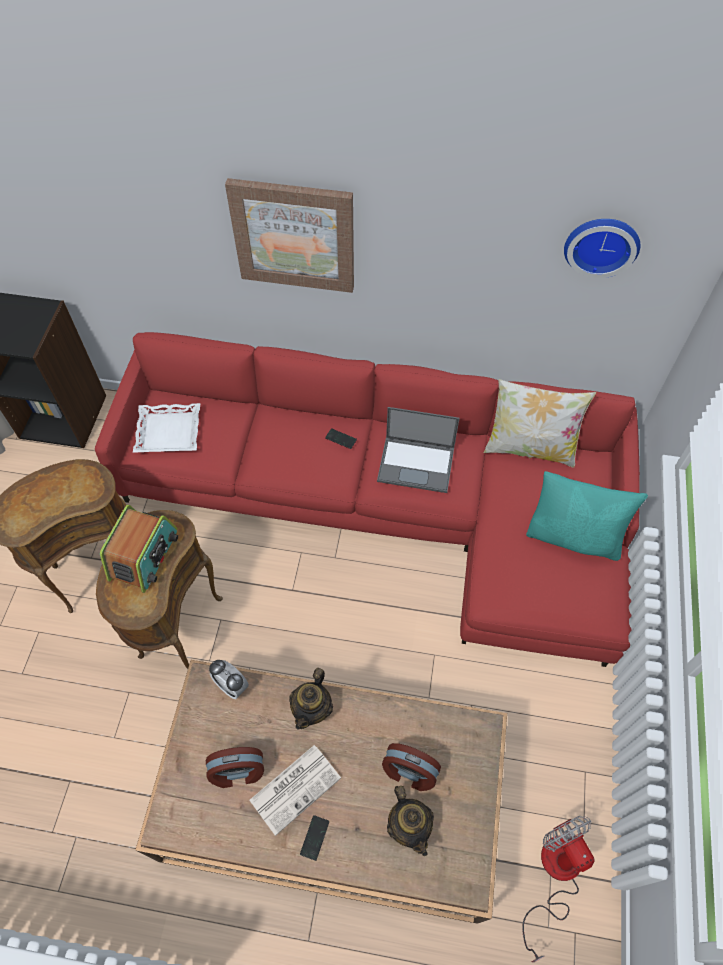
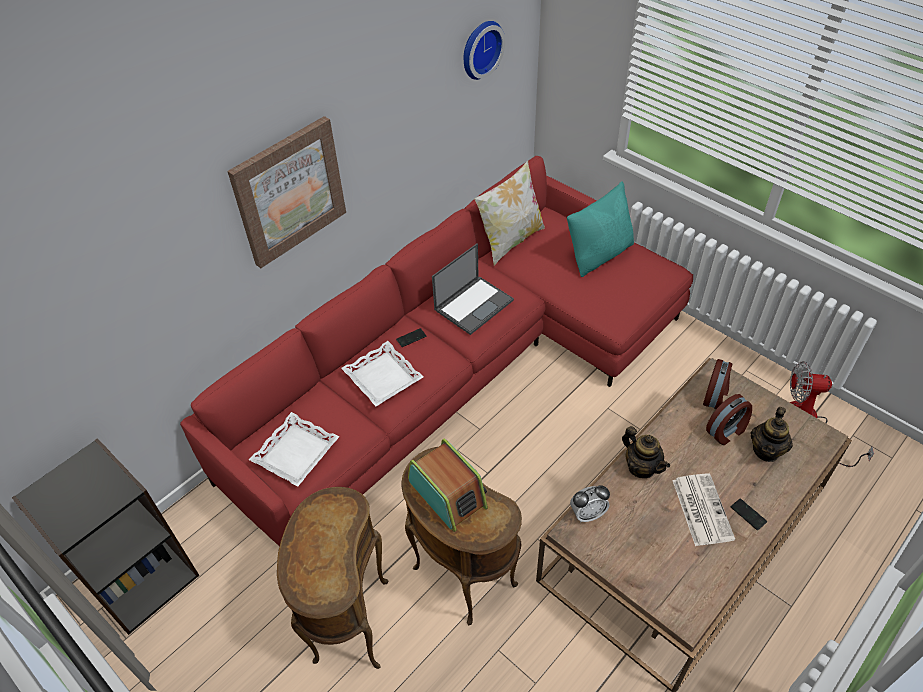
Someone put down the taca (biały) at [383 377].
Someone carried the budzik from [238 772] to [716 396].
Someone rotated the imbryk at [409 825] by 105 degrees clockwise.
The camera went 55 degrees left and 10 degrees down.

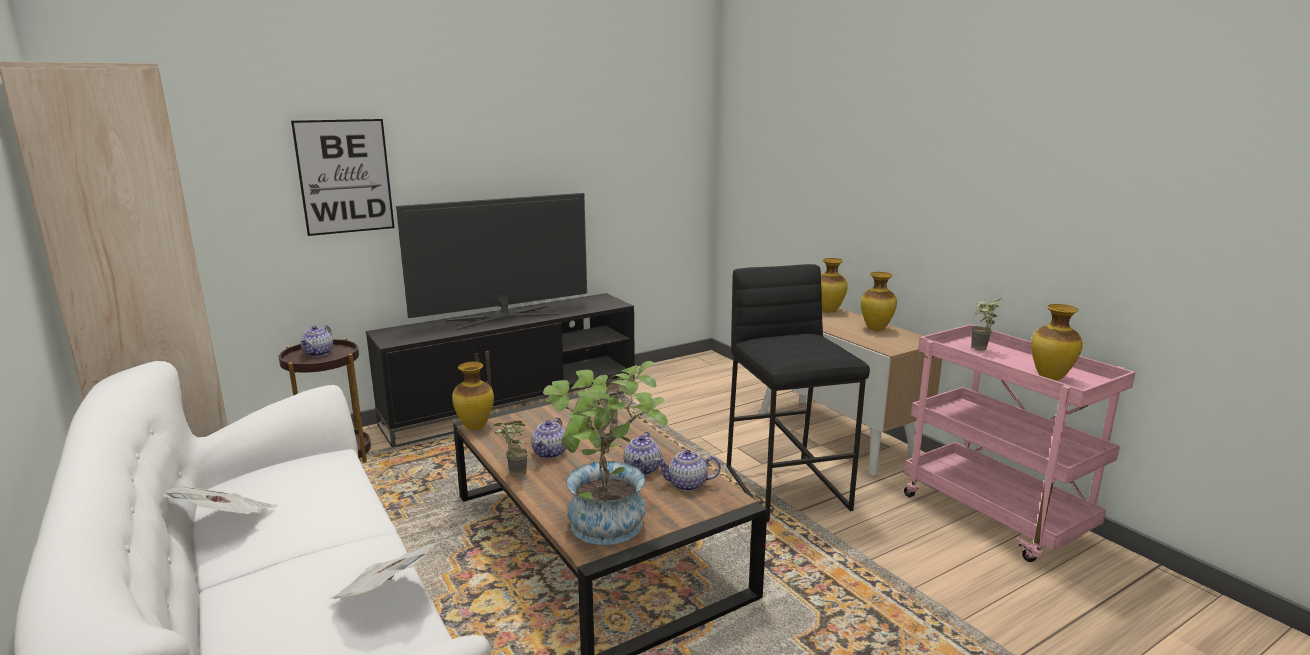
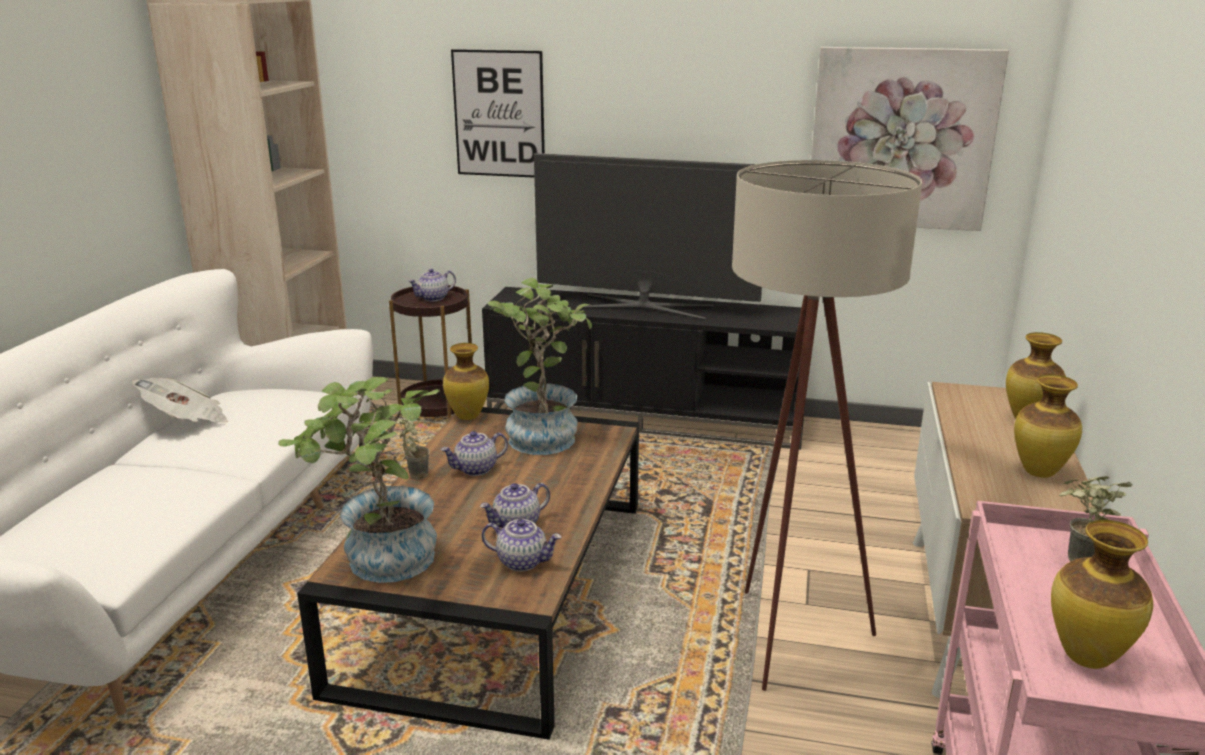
Someone took away the gazeta at [387 594].
Someone put down the roślina doniczkowa at [543 434].
Someone put up the obraz at [901 139].
Someone swapped the stołek (czarny) at [788 488] for the lampa stojąca (beżowy) at [786 647].
Someone rotated the imbryk at [687 485] by 150 degrees clockwise.
The camera went 45 degrees right and 5 degrees up.

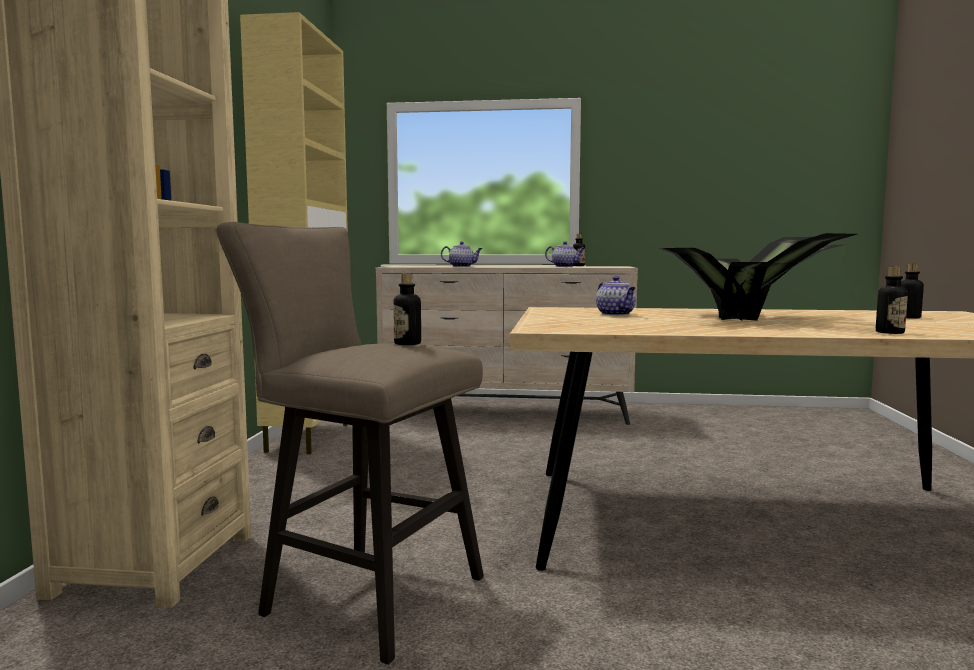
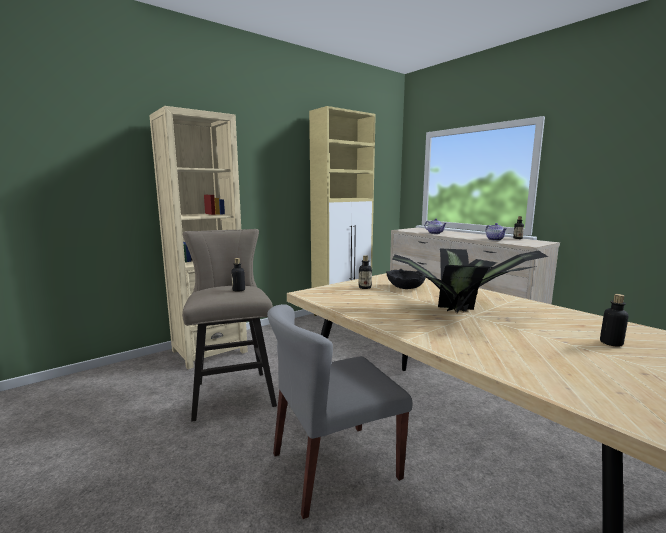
Someone put down the krzesło (szary) at [334 466].
Someone carried the butelka from [889 332] to [365 287].
Someone swapped the imbryk at [616 314] for the miska (czarny) at [405 287].
The camera went 45 degrees right and 5 degrees up.

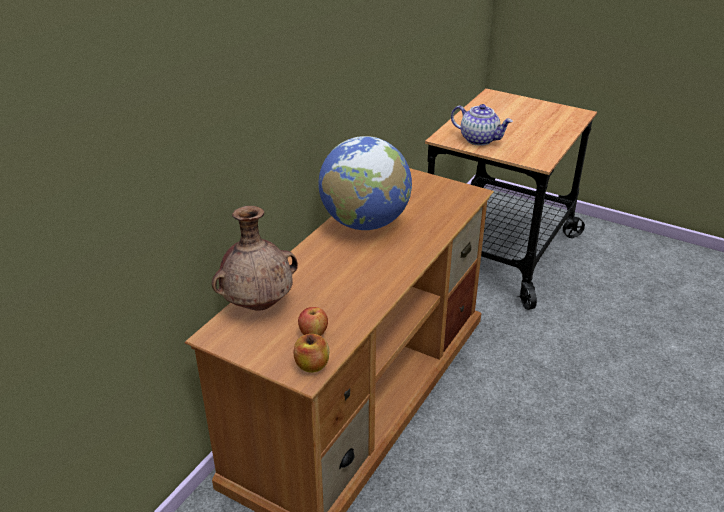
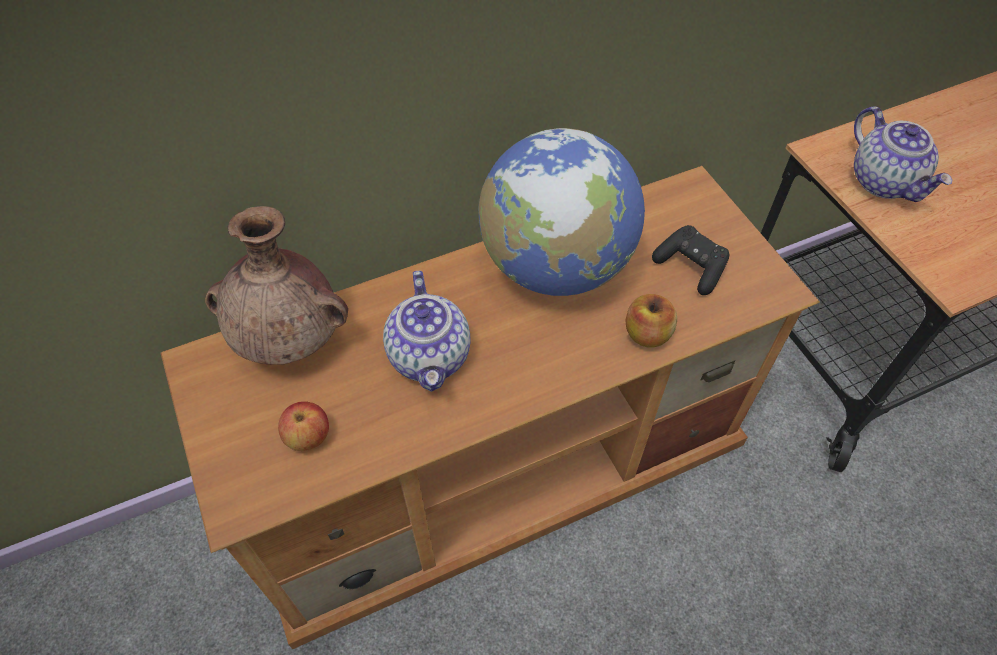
Someone put down the imbryk at [431 357].
Someone put down the pad do gier (czarny) at [690 267].
Someone carried the jabłko from [312 365] to [647 334].
The camera went 35 degrees right and 20 degrees up.

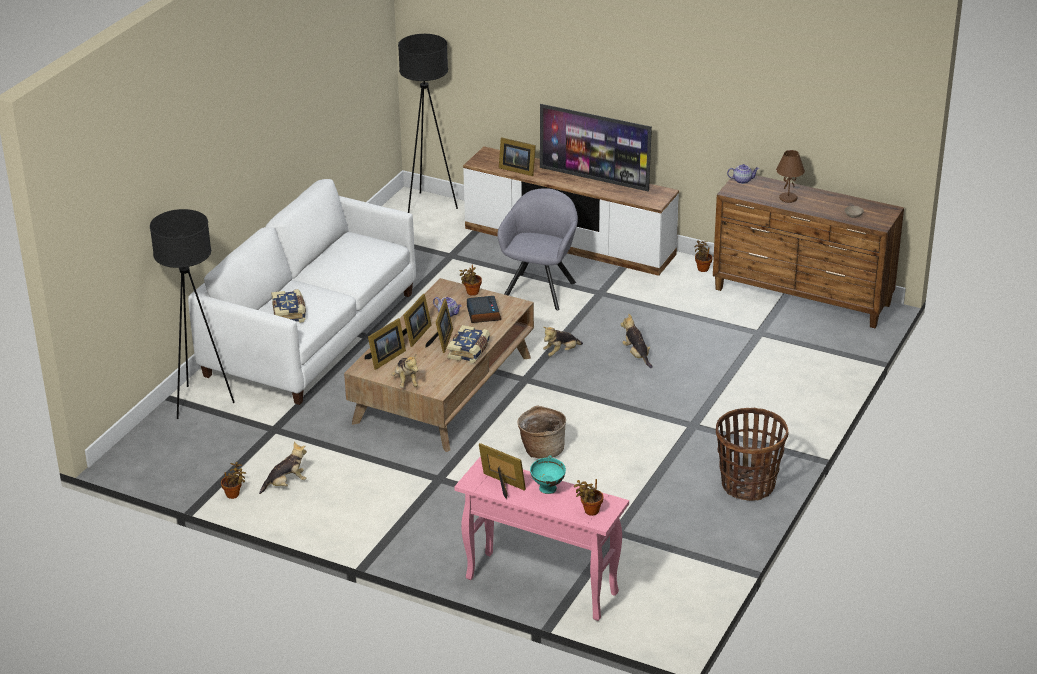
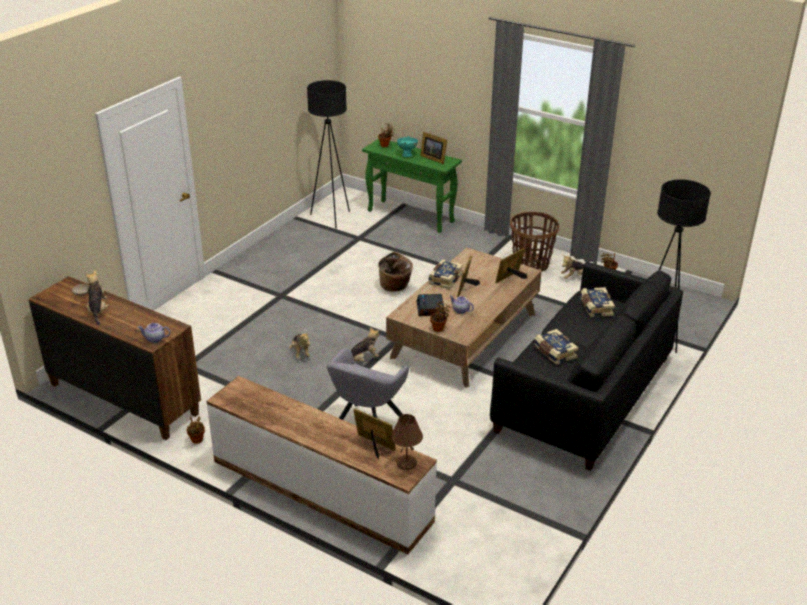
Someone took away the ramka na zdjęcie at [415 335].
Someone took away the telewizor at [595 178].
Someone put down the książka at [554 353].
Someone carried the pluszak from [406 381] to [98 311].
Someone carried the lampa stojąca (czarny) from [429 206] to [331 217].
Someone carried the koszyk from [747 485] to [531 264].
Someone carried the lampa stołowa (brązowy) from [788 198] to [406 463].
Someone repainted the kanapa (biały) at [310 334], which became the kanapa (czarny) at [584 394].
Someone repainted the stolik konsolowy (różowy) at [540 586], which became the stolik konsolowy (zielony) at [411 216].
The camera went 175 degrees left and 0 degrees up.

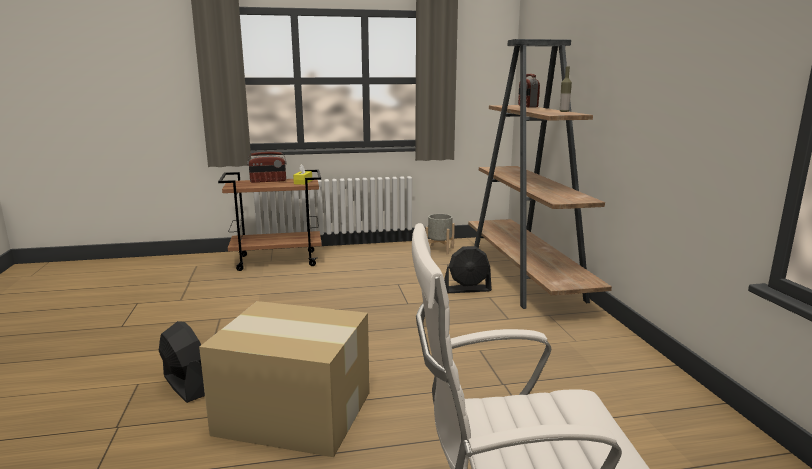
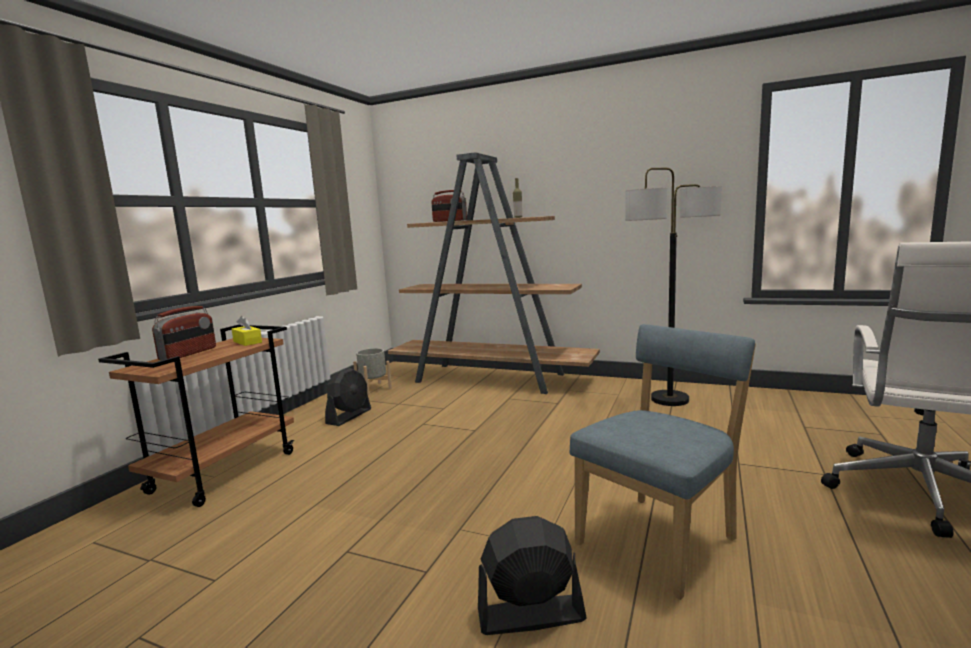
Someone put down the lampa stojąca at [670 399].
Someone carried the wentylator (czarny) from [467 289] to [349 416].
Someone swapped the karton at [296 414] for the krzesło (niebieski) at [661 539].
The camera went 55 degrees left and 5 degrees down.

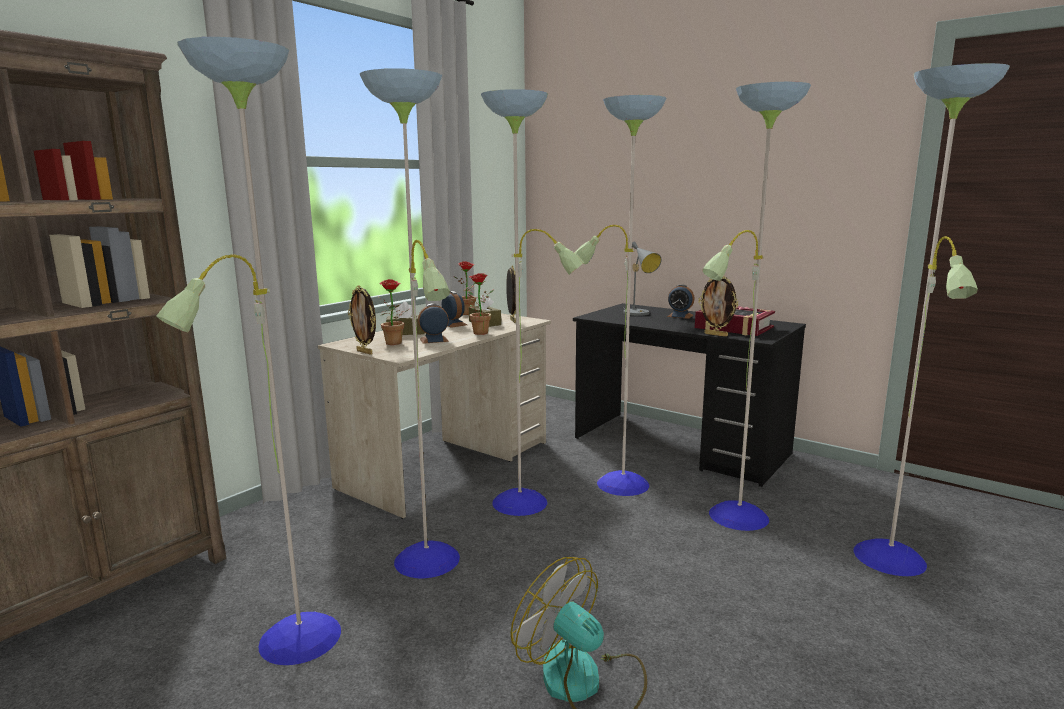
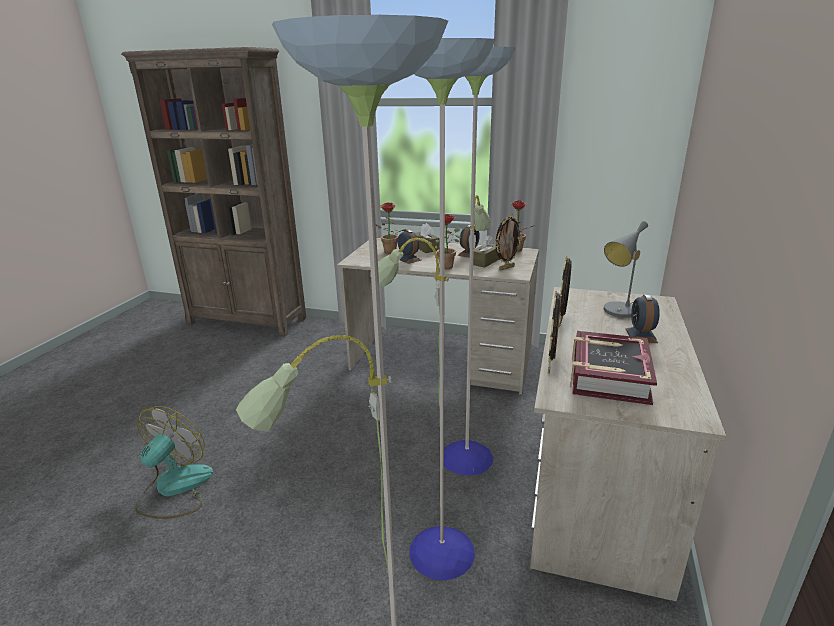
Someone took away the lampa stojąca at [430 561].
Someone carried the ramka na zdjęcie from [365 352] to [561 322].
Someone repainted the biurko (czarny) at [680 446], which became the biurko (beżowy) at [597 484].
The camera went 70 degrees right and 10 degrees up.

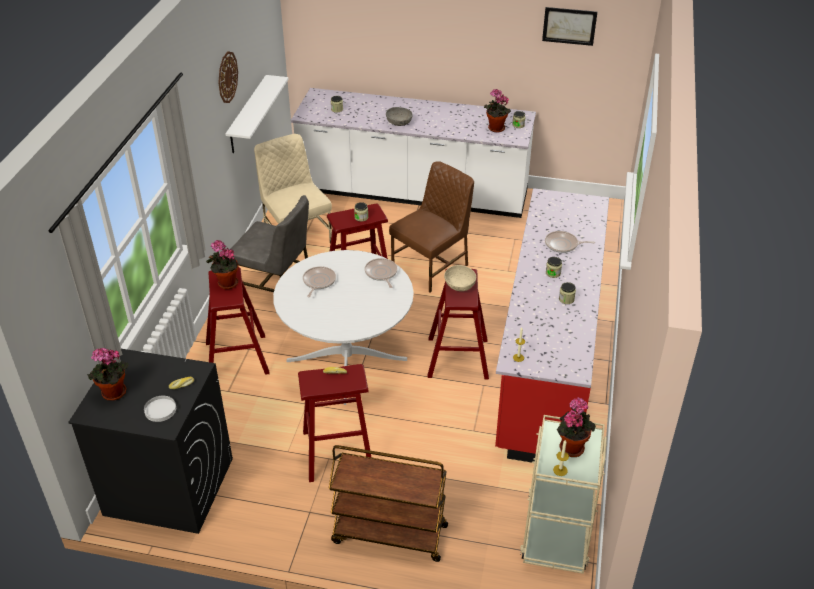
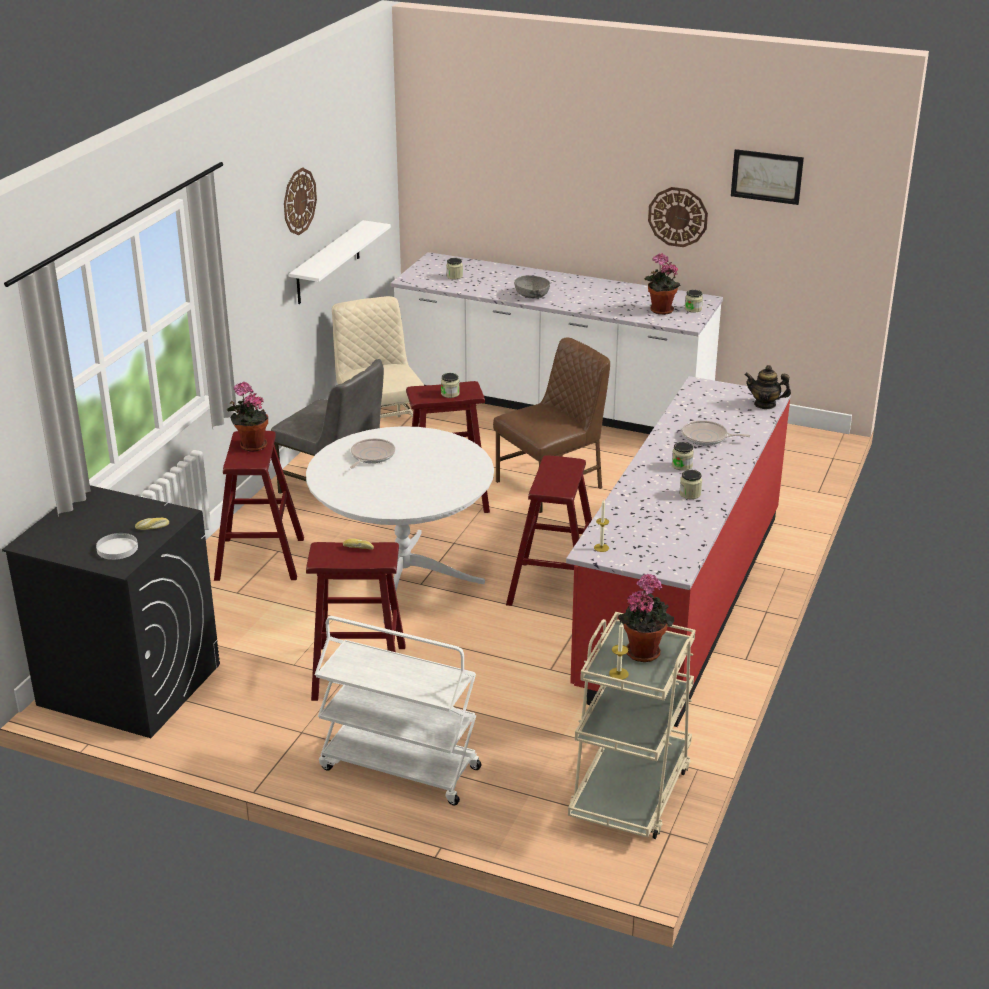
Someone took away the roślina doniczkowa at [113 394].
Someone took away the patelnia at [381 273].
Someone took away the miska (beżowy) at [459 285].
Someone put up the zegar ścienny at [678 216].
Someone put down the imbryk at [765 404].
Someone repainted the wózek (brązowy) at [388 534], which became the wózek (biały) at [398 768].
The camera went 10 degrees right and 10 degrees down.

